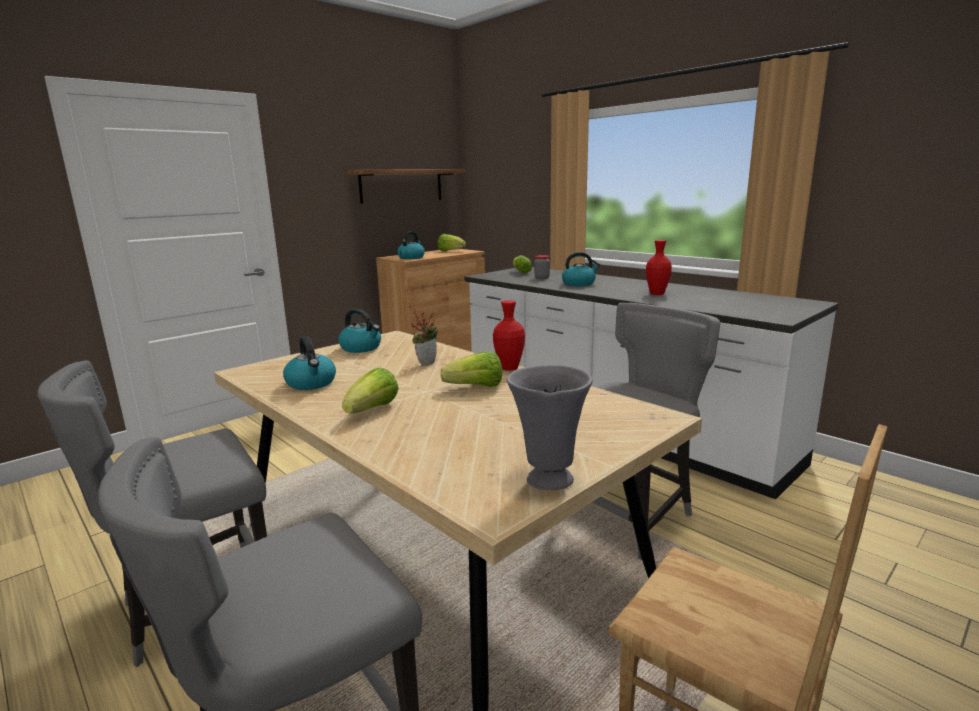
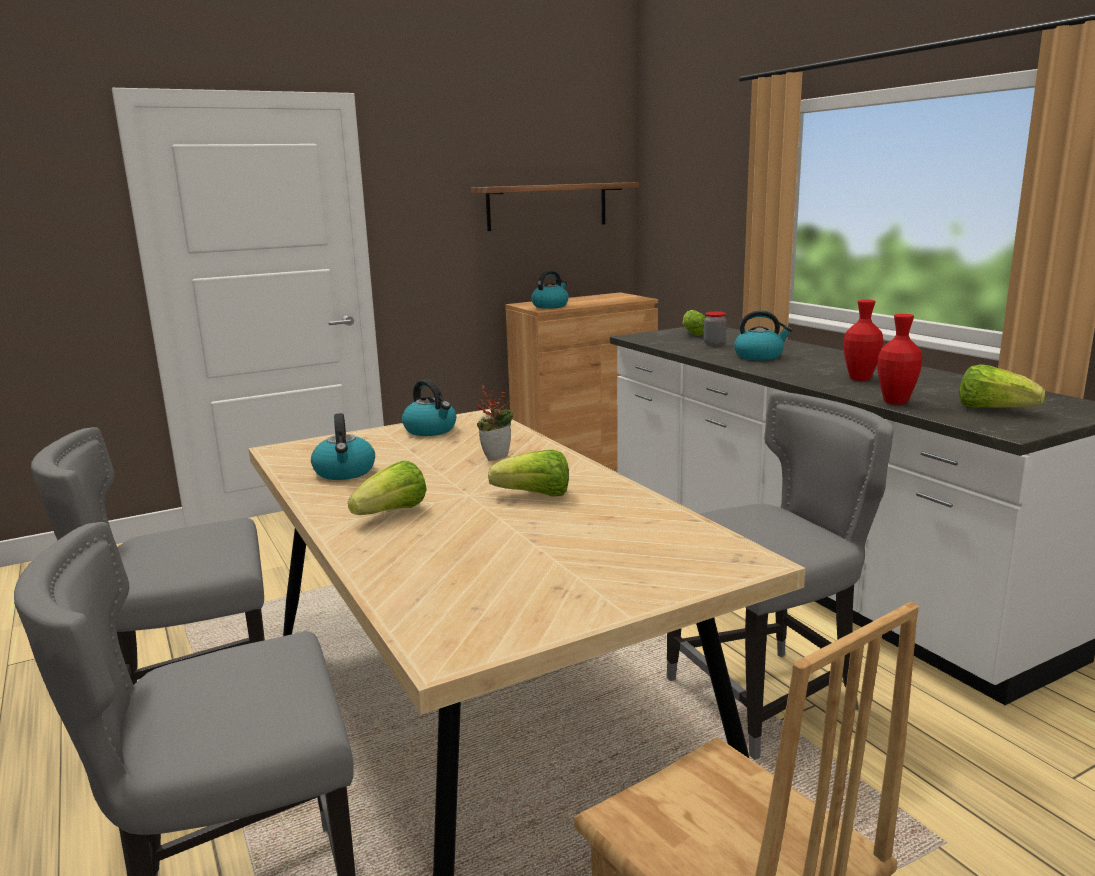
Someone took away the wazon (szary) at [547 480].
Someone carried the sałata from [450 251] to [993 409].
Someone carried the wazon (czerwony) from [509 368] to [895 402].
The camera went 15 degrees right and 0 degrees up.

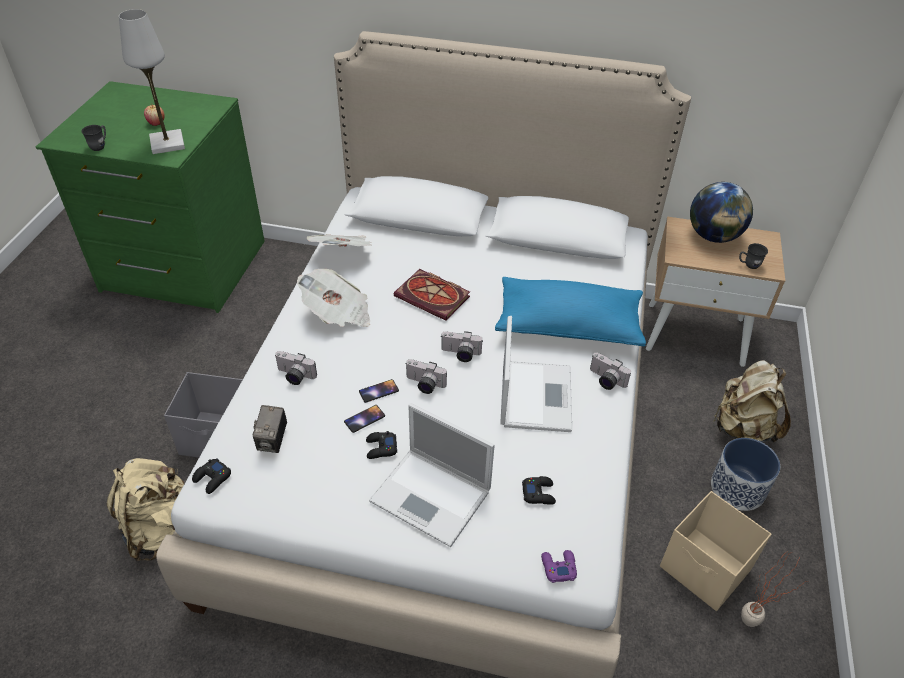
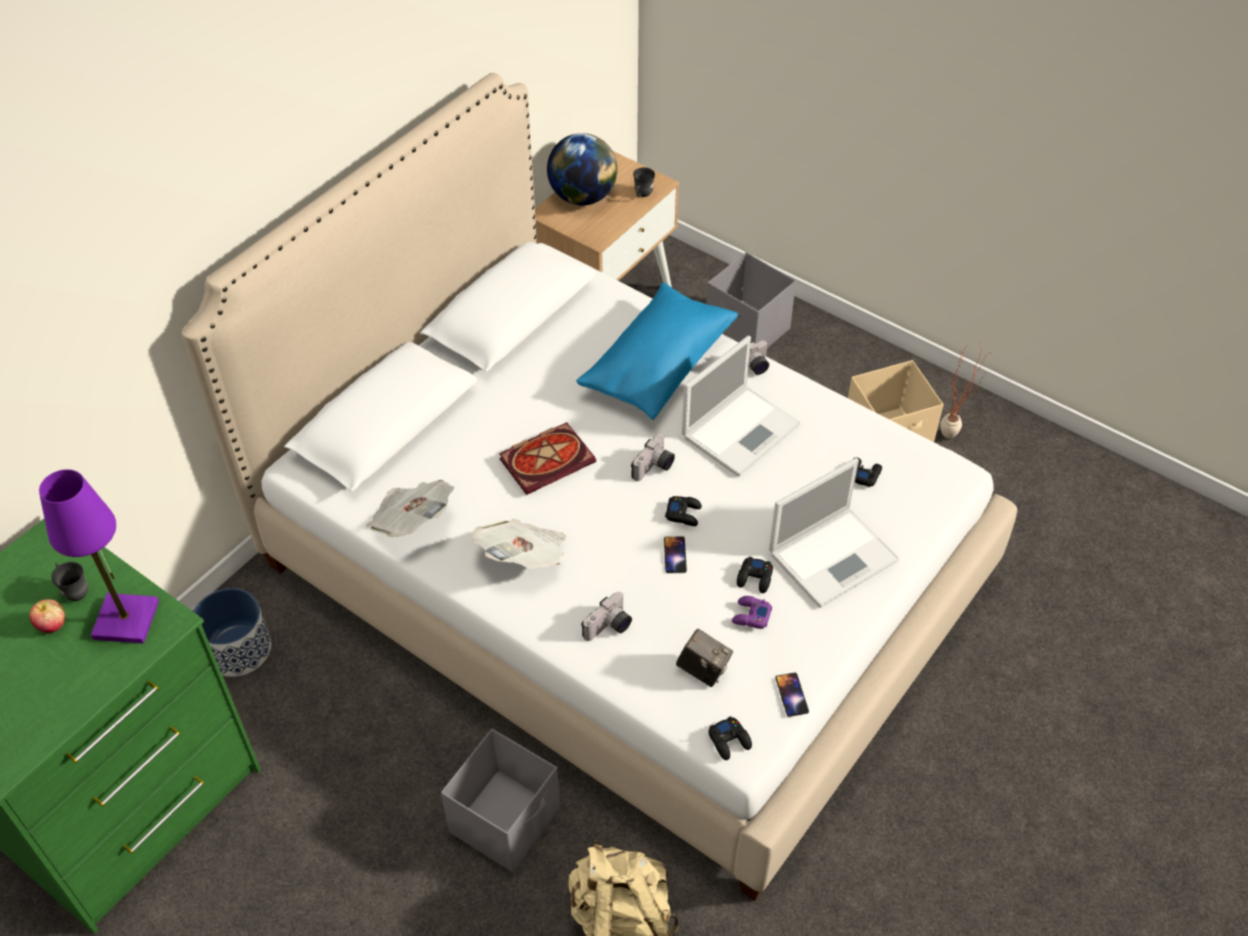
Someone carried the kubek (szary) from [100 146] to [74 589].
Someone carried the telefon from [364 419] to [791 695].
Someone carried the pad do gier (fioletowy) from [558 567] to [751 616].
Someone carried the donica from [737 489] to [239 649].
Someone swapped the aparat fotograficzny at [424 385] for the pad do gier (czarny) at [683 513].
Someone swapped the plecak (beżowy) at [743 428] for the pojemnik do przechowywania (szary) at [747 331].
Someone repainted the lampa stołowa (biały) at [167 143], which became the lampa stołowa (fioletowy) at [126 620].
Someone rotated the laptop at [535 395] by 105 degrees clockwise.
The camera went 65 degrees left and 5 degrees up.

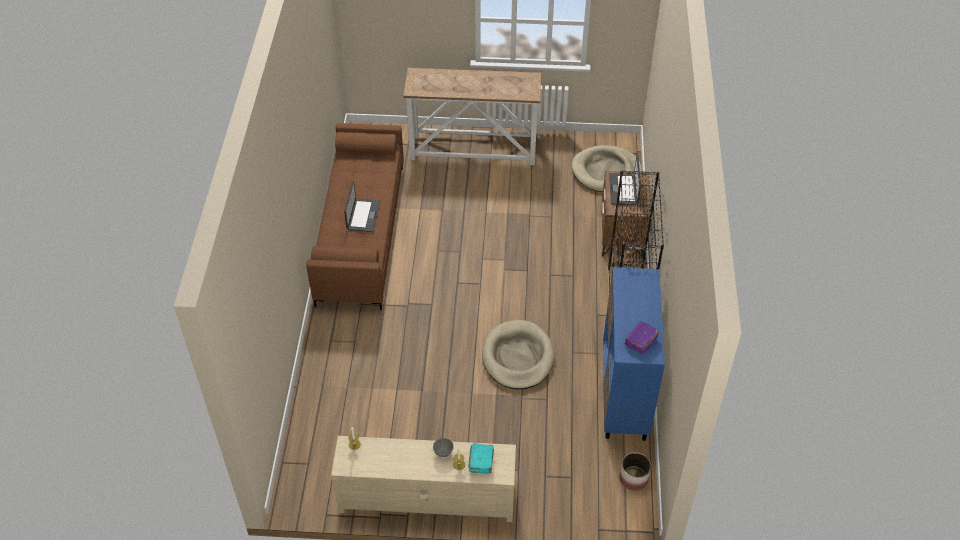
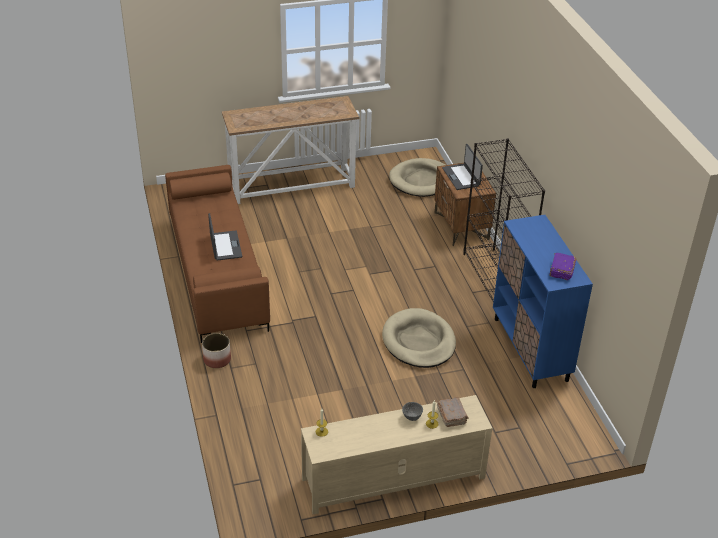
Someone carried the donica from [633 478] to [217 359].
Someone repainted the książka (turkusowy) at [481 461], which became the książka (brązowy) at [451 416].
The camera went 20 degrees left and 10 degrees down.

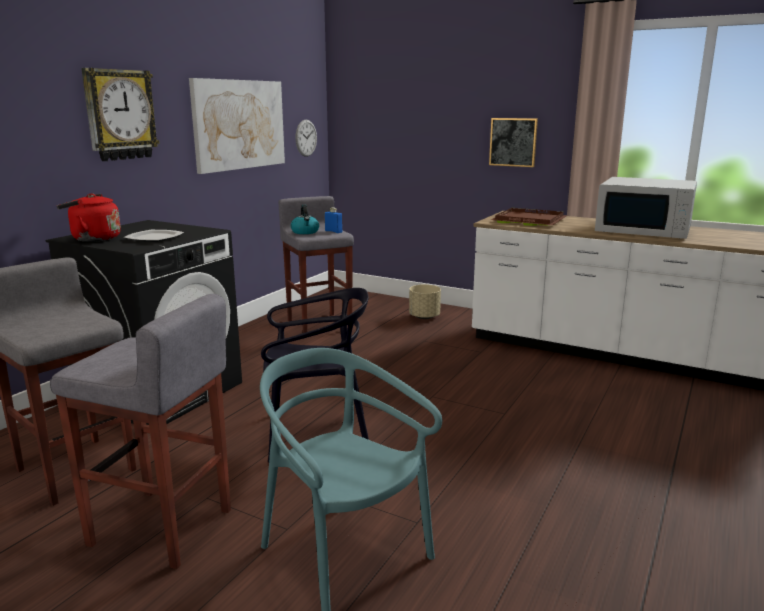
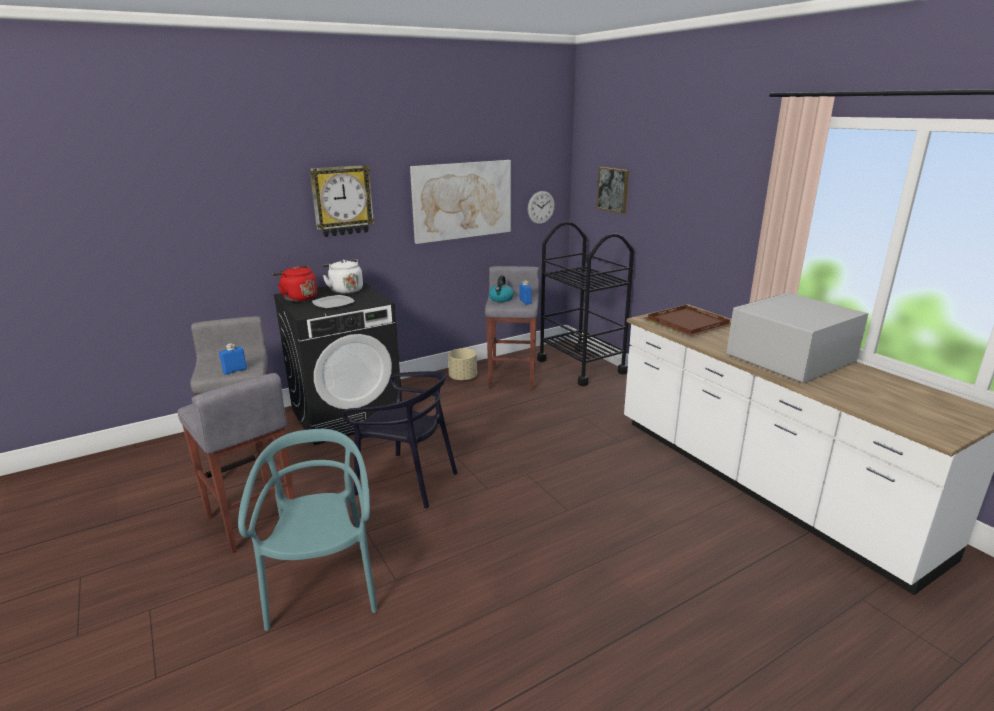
Someone put down the butelka (niebieski) at [235 371].
Someone put down the czajnik (biały) at [345 290].
Someone put down the wózek (czarny) at [581 366].
Someone carried the donica (beżowy) from [424 317] to [463 378].
Someone carried the obraz from [513 142] to [613 189].
Someone rotated the mikrofalówka (biały) at [644 230] by 90 degrees clockwise.
The camera went 30 degrees right and 5 degrees up.

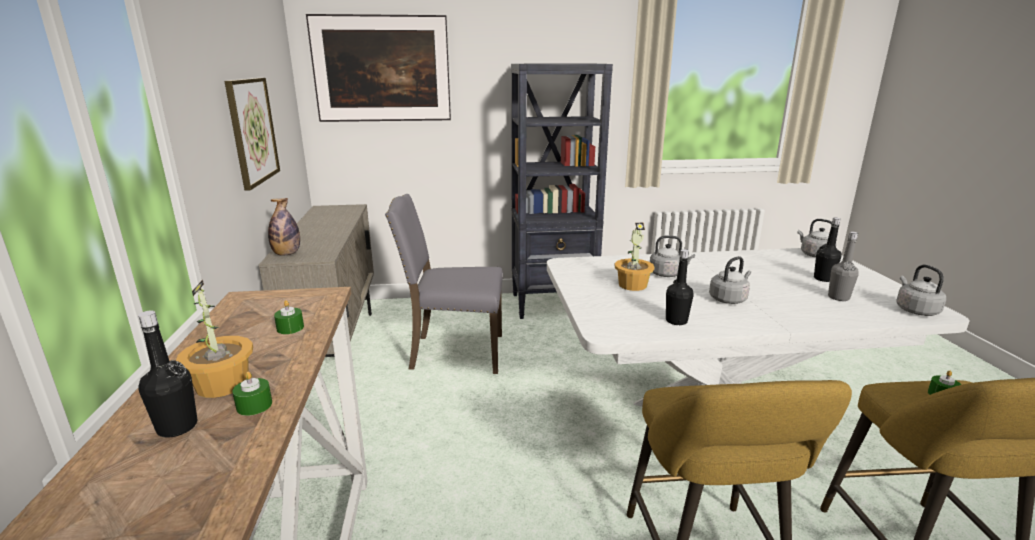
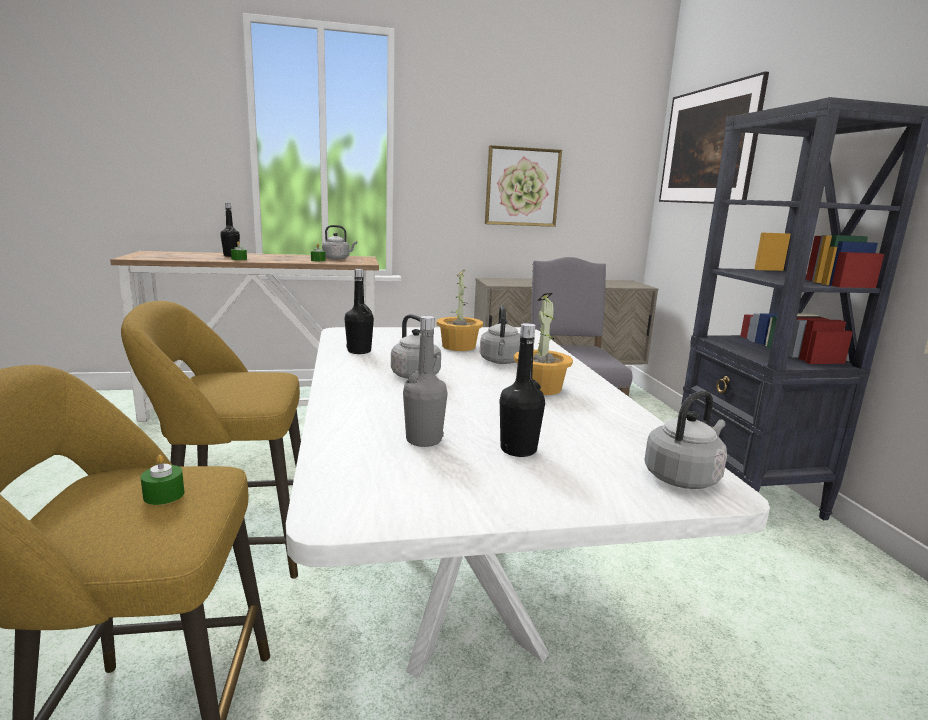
Someone took away the butelka at [287 254].
Someone carried the roślina doniczkowa from [223 384] to [541 388].
Someone carried the czajnik (szary) from [915 310] to [337 259].
The camera went 85 degrees right and 5 degrees down.

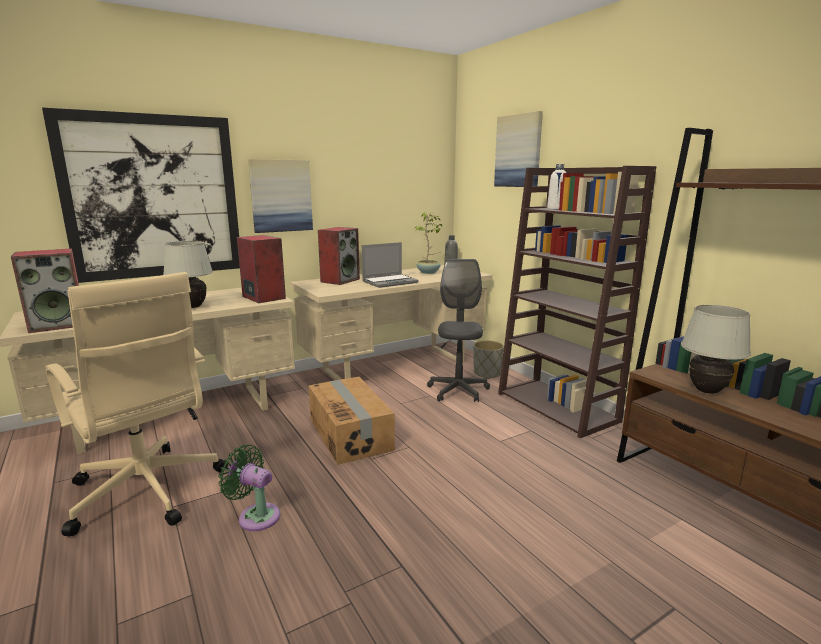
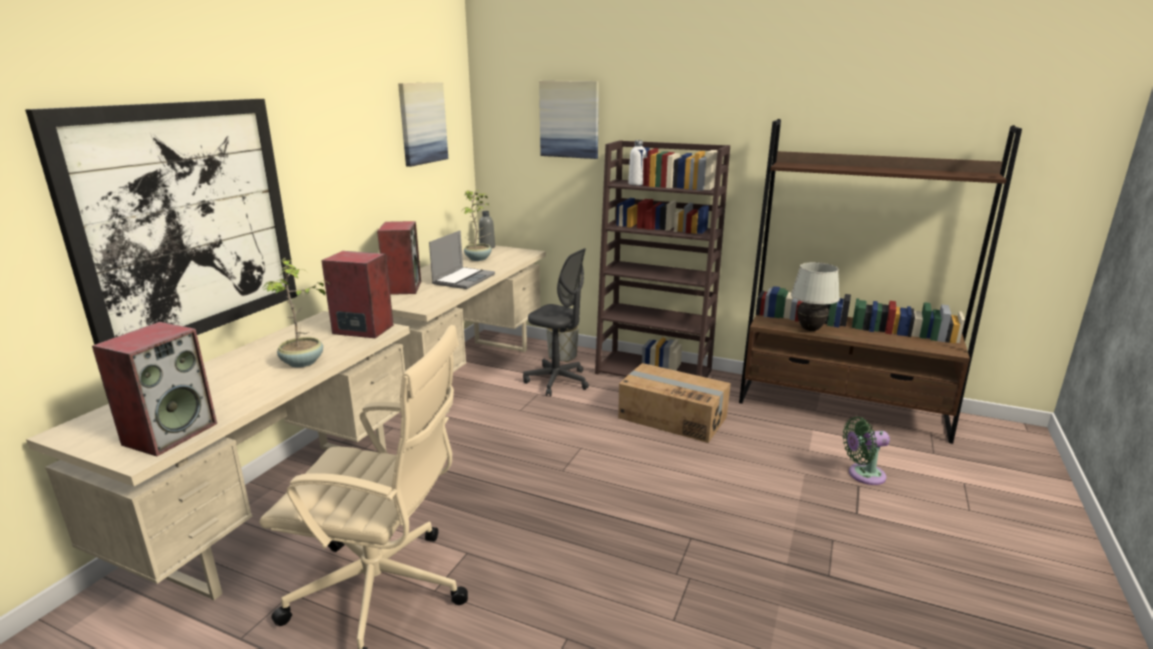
Someone carried the wentylator (zielony) from [256 516] to [863 475].
Someone carried the obraz from [281 196] to [422 123].
Someone carried the karton from [351 434] to [672 417].
Someone swapped the lampa stołowa (biały) at [192 307] for the roślina doniczkowa at [302 363].
Someone rotated the krzesło biurowe (szary) at [458 391] by 150 degrees clockwise.
The camera went 35 degrees left and 5 degrees up.

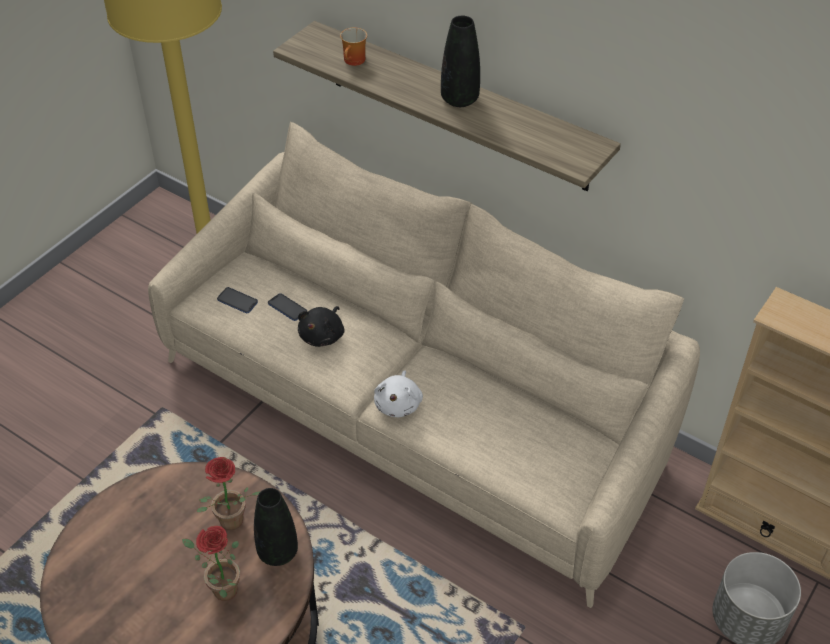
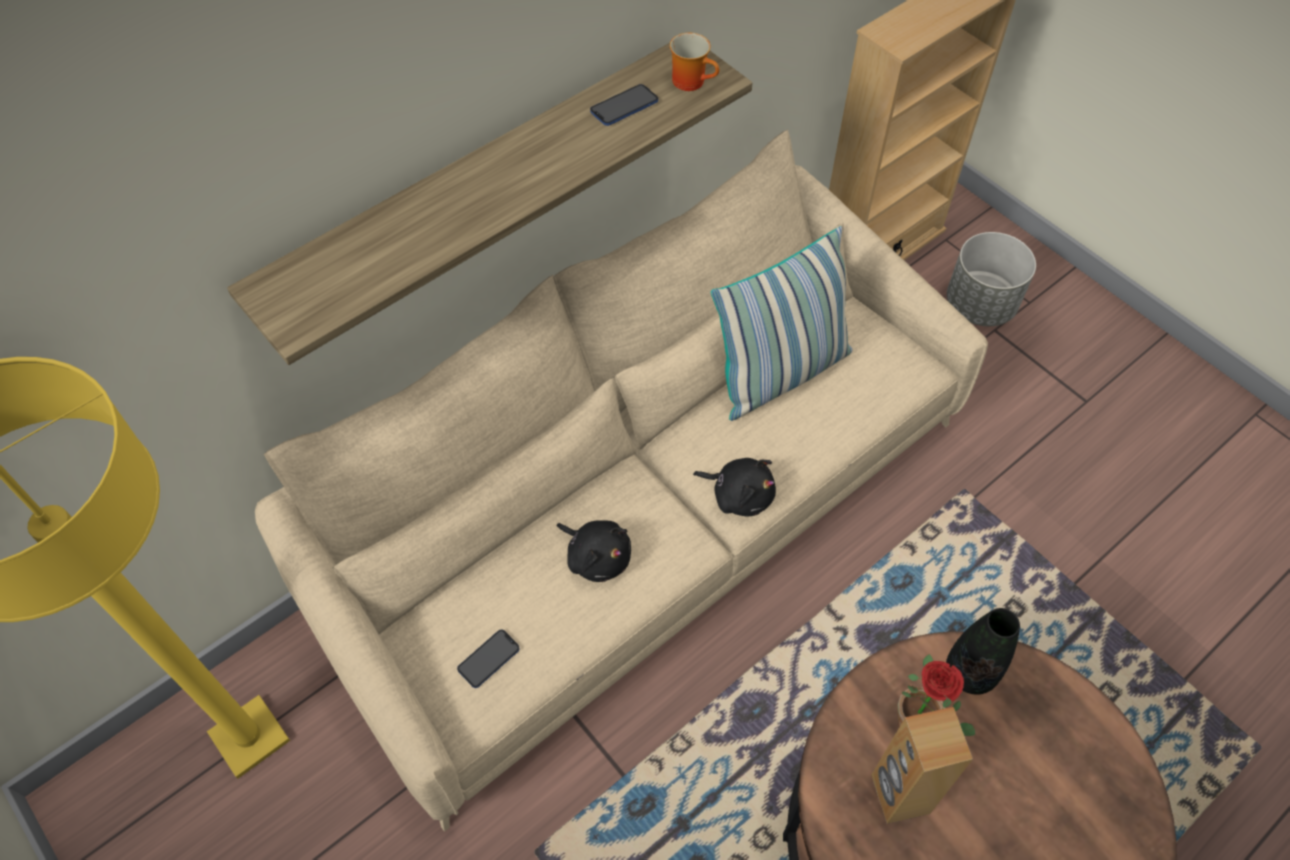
Someone took away the roślina doniczkowa at [220 589].
Someone took away the wazon (czarny) at [459 99].
Someone put down the poduszka at [780 373].
Someone put down the głośnik (brązowy) at [899 794].
Someone carried the telefon from [287 308] to [624 107].
Someone carried the kubek from [355 61] to [693 81].
Someone repainted the pluszak (biały) at [398 404], which became the pluszak (czarny) at [739 495].
The camera went 75 degrees left and 10 degrees up.

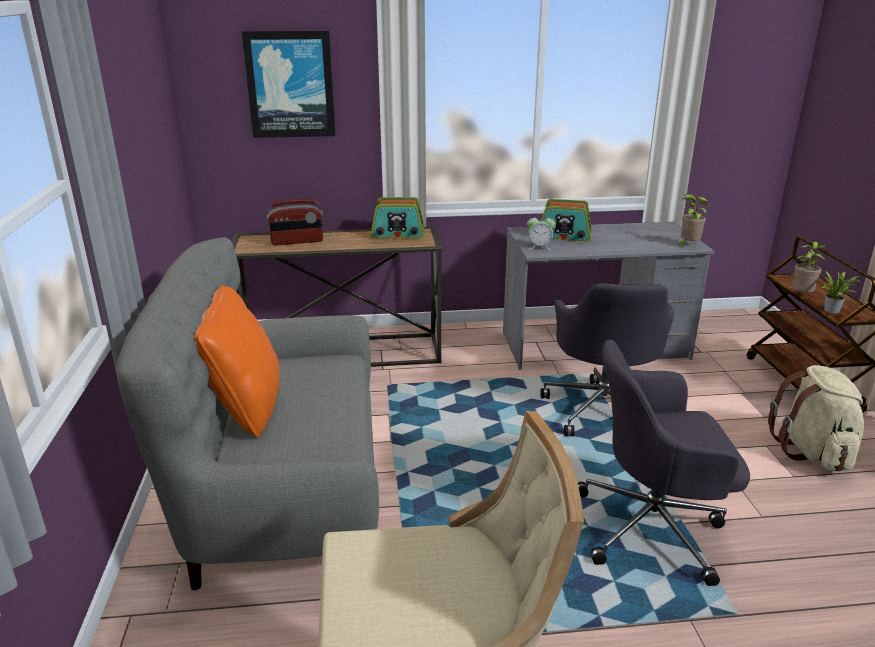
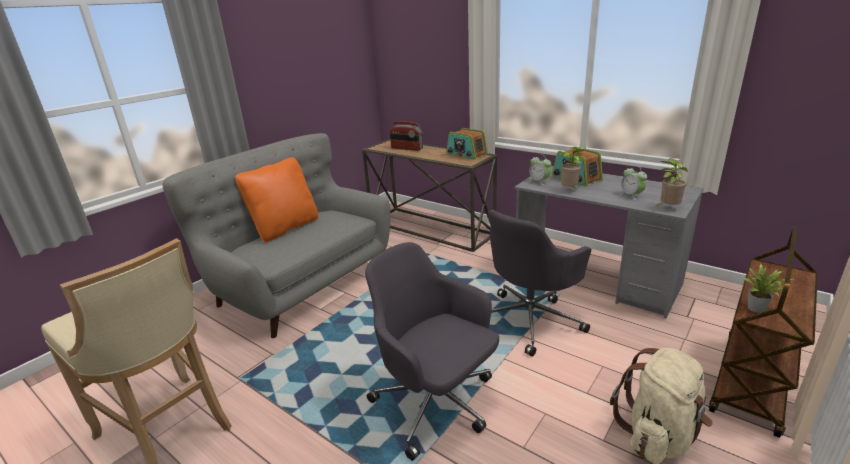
Someone took away the obraz at [290 85].
Someone put down the budzik at [631 196].
Someone carried the roślina doniczkowa from [802 296] to [570 190].
The camera went 45 degrees right and 0 degrees up.

